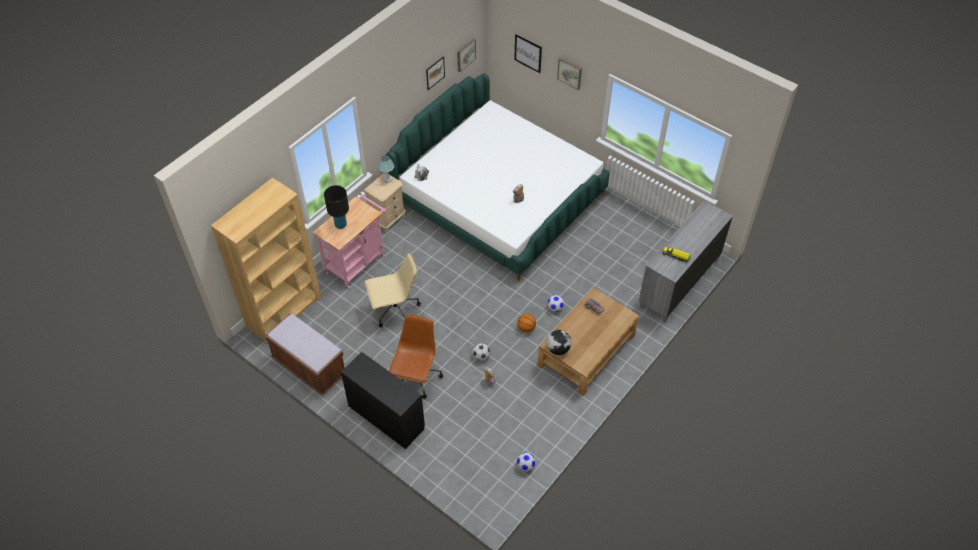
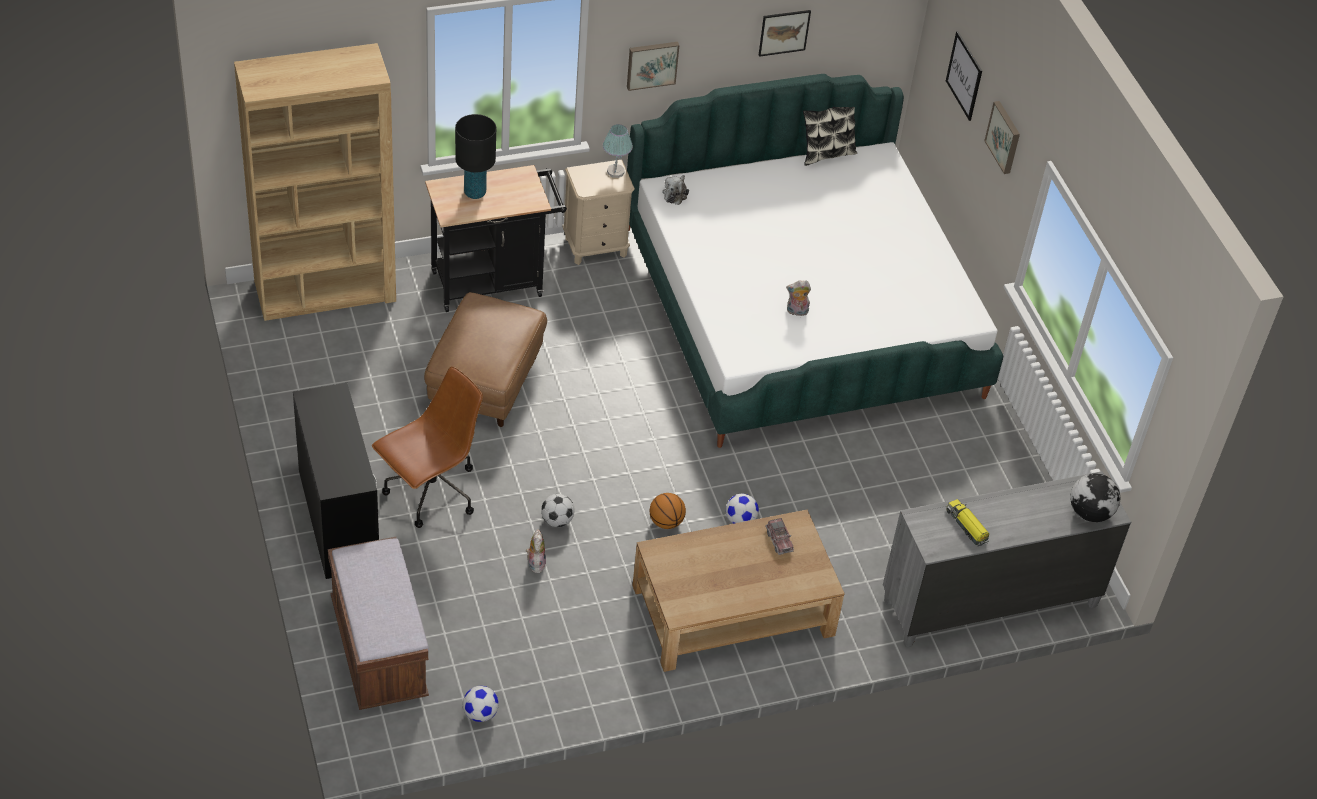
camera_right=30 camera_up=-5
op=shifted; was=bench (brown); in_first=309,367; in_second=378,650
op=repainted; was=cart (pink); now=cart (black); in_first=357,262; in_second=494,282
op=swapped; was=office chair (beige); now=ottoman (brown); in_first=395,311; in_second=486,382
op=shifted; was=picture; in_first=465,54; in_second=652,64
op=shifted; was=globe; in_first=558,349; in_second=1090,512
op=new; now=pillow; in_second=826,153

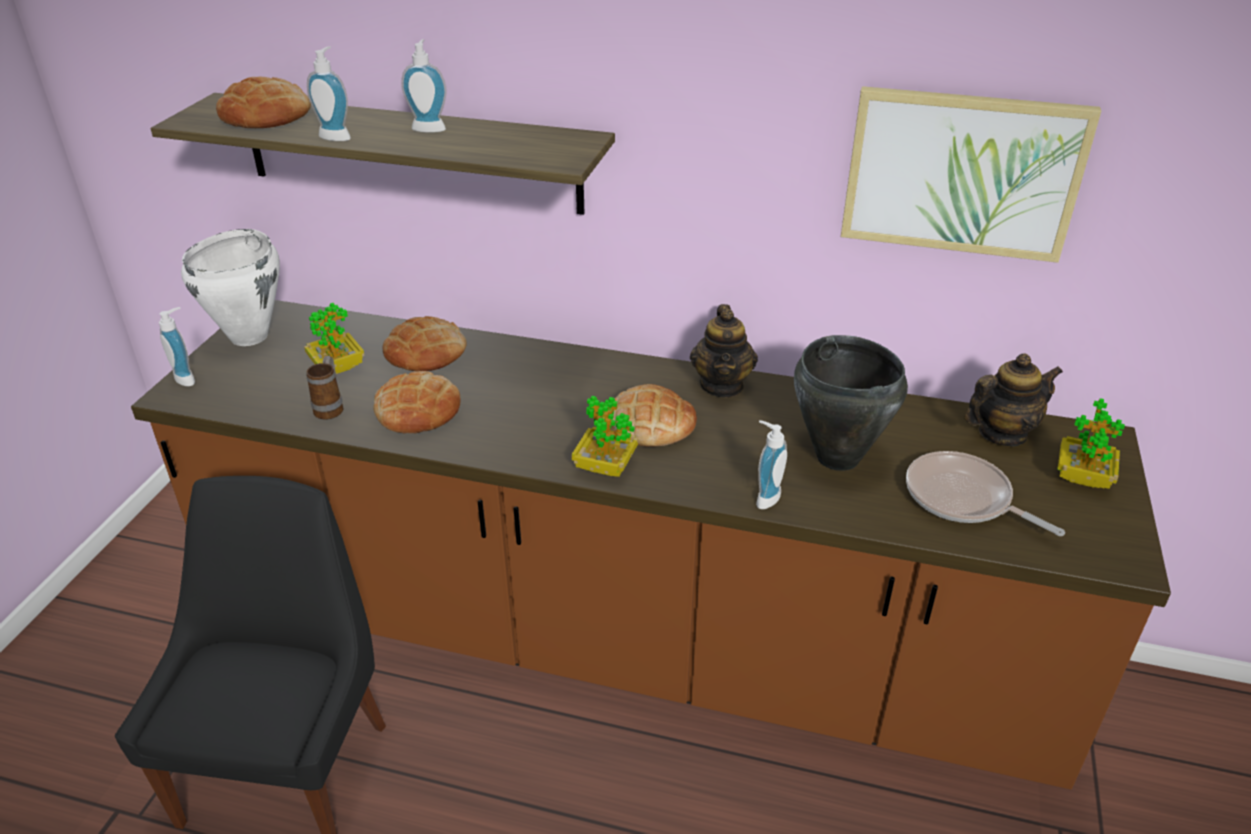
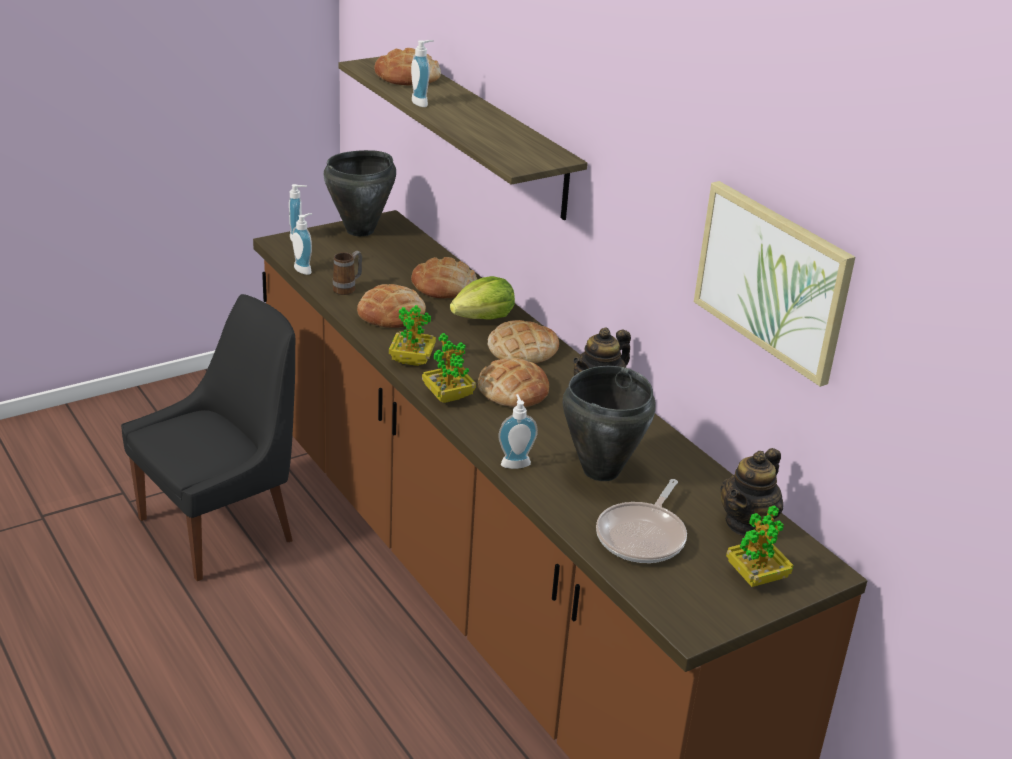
camera_right=40 camera_up=-5
op=repainted; was=cooking pot (white); now=cooking pot (black); in_first=250,336; in_second=361,230
op=shifted; was=potted plant; in_first=337,367; in_second=412,360
op=shifted; was=soap dispenser; in_first=429,128; in_second=305,269
op=rotated; was=frying pan; in_first=963,499; in_second=643,536; clockwise=-150
op=rotated; was=teapot; in_first=1002,433; in_second=747,524; clockwise=105
op=new; now=lettuce; in_second=484,318
op=new; now=bread; in_second=522,349

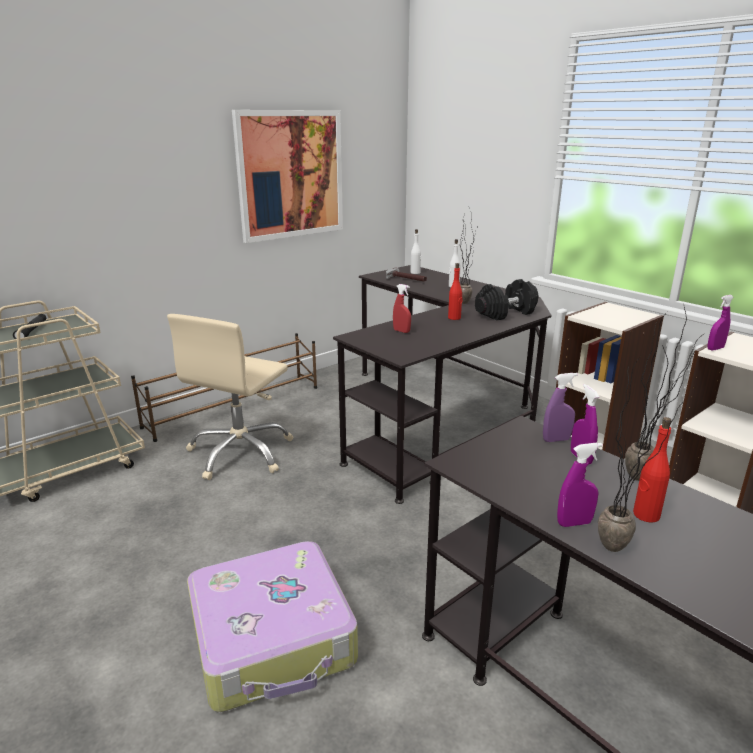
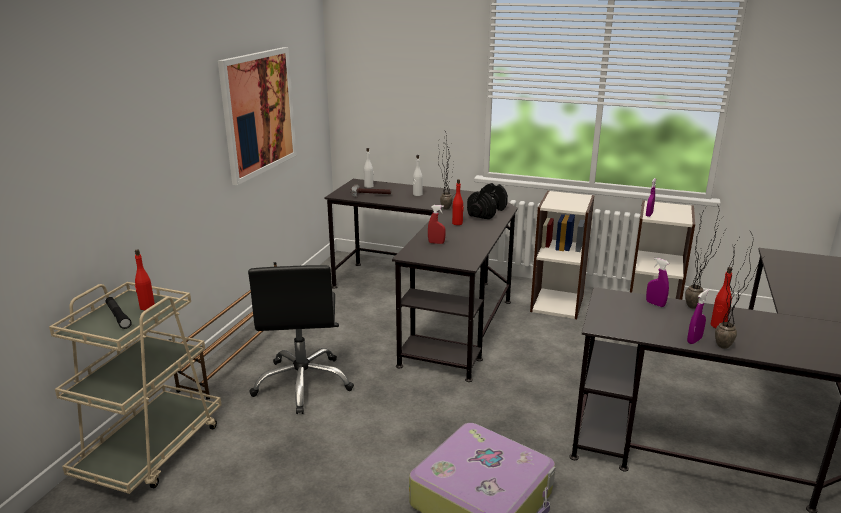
camera_right=-30 camera_up=0
op=repainted; was=office chair (beige); now=office chair (black); in_first=241,453; in_second=303,383
op=gone; was=spray bottle (purple); in_first=556,440
op=new; now=bottle (red); in_second=147,307

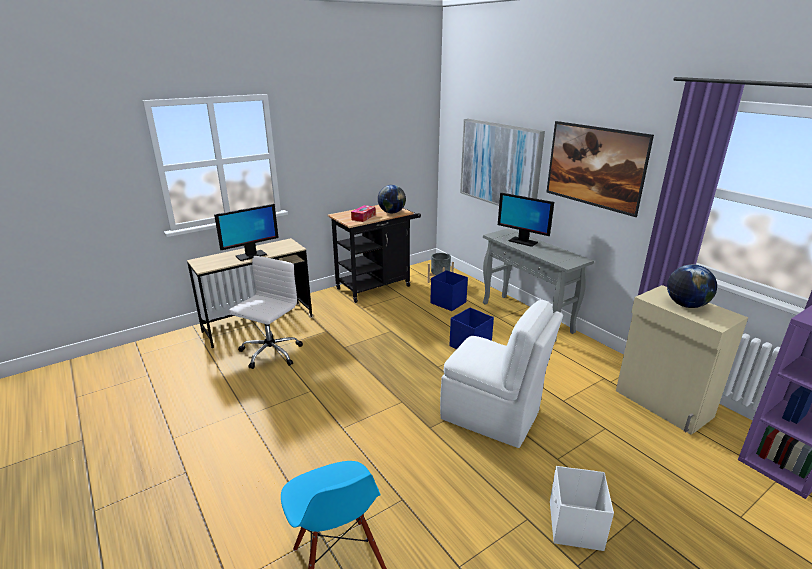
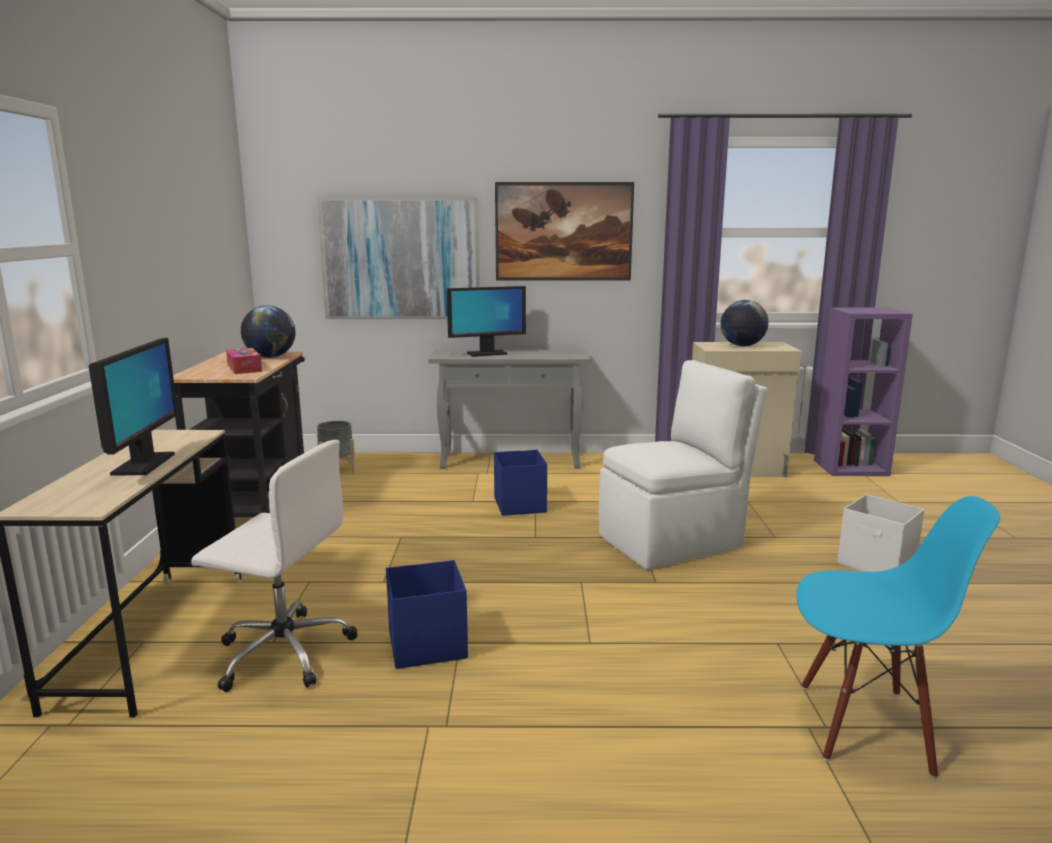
camera_right=-55 camera_up=-10
op=rotated; was=office chair (white); in_first=270,353; in_second=282,652; clockwise=135
op=shifted; was=storage box (blue); in_first=448,302; in_second=426,645

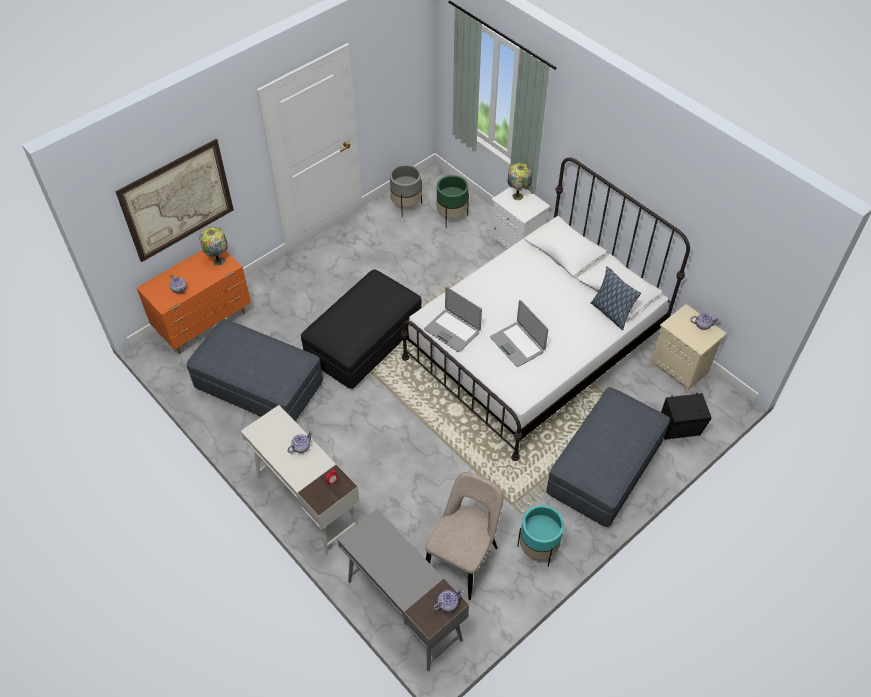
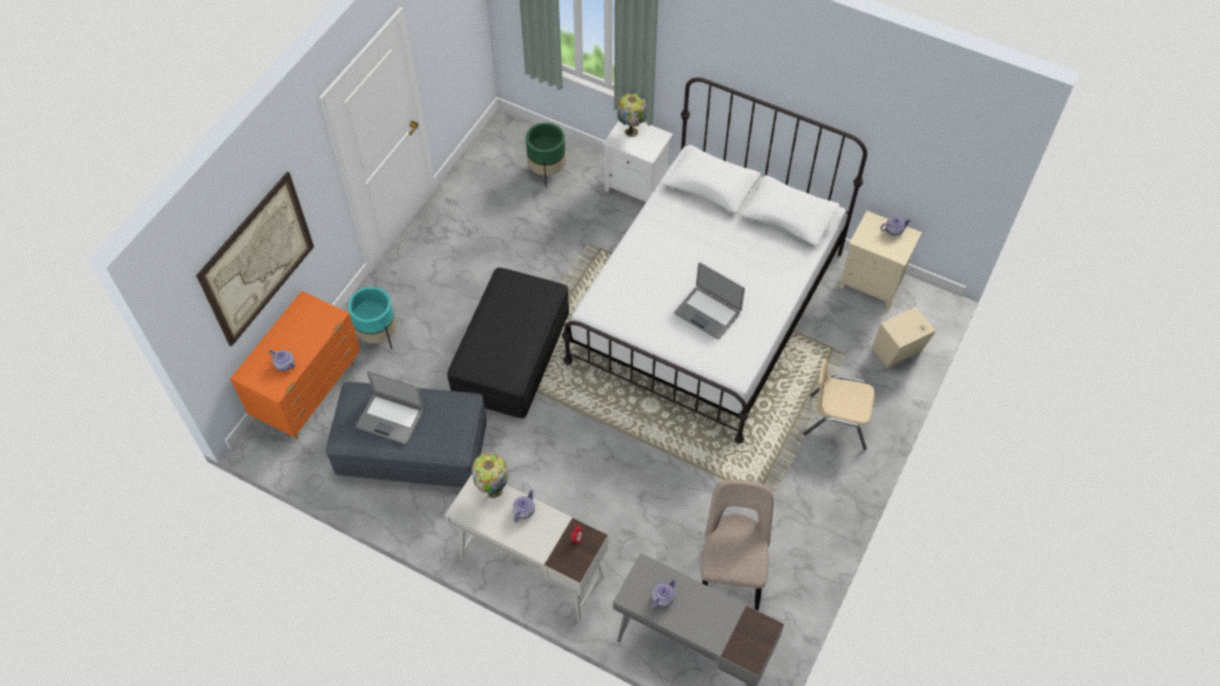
camera_right=-20 camera_up=5
op=shifted; was=table lamp; in_first=218,260; in_second=493,489
op=gone; was=planter (grey); in_first=406,205
op=shifted; was=laptop; in_first=452,330; in_second=390,418
op=shifted; was=teapot; in_first=447,604; in_second=662,598
op=shifted; was=planter (turquoise); in_first=538,548; in_second=378,335
op=swapped; was=ottoman (grey); now=chair (beige); in_first=604,468; in_second=837,420
op=gone; was=pillow; in_first=610,313
op=repainted; was=speaker (black); now=speaker (beige); in_first=680,429; in_second=899,351

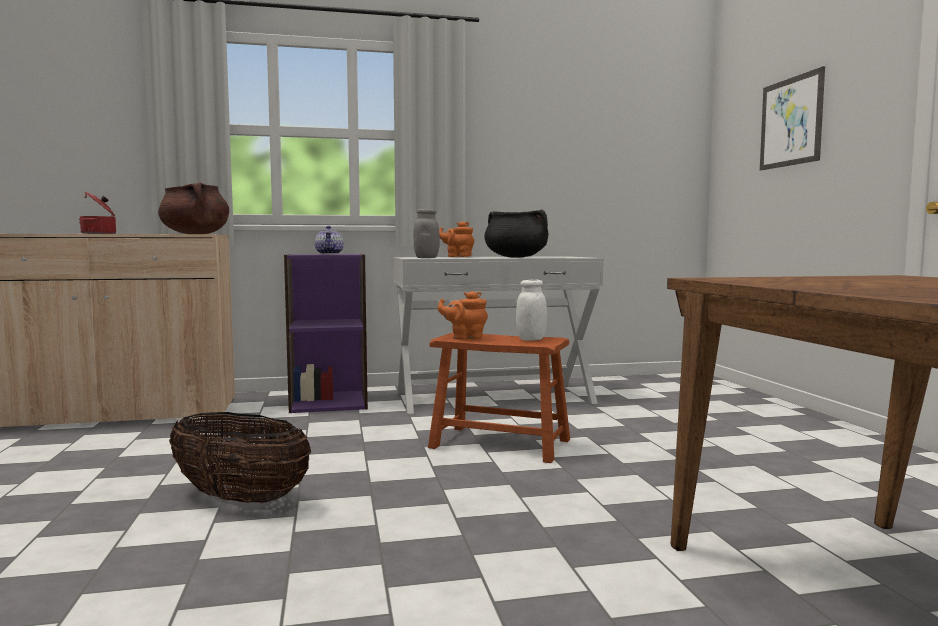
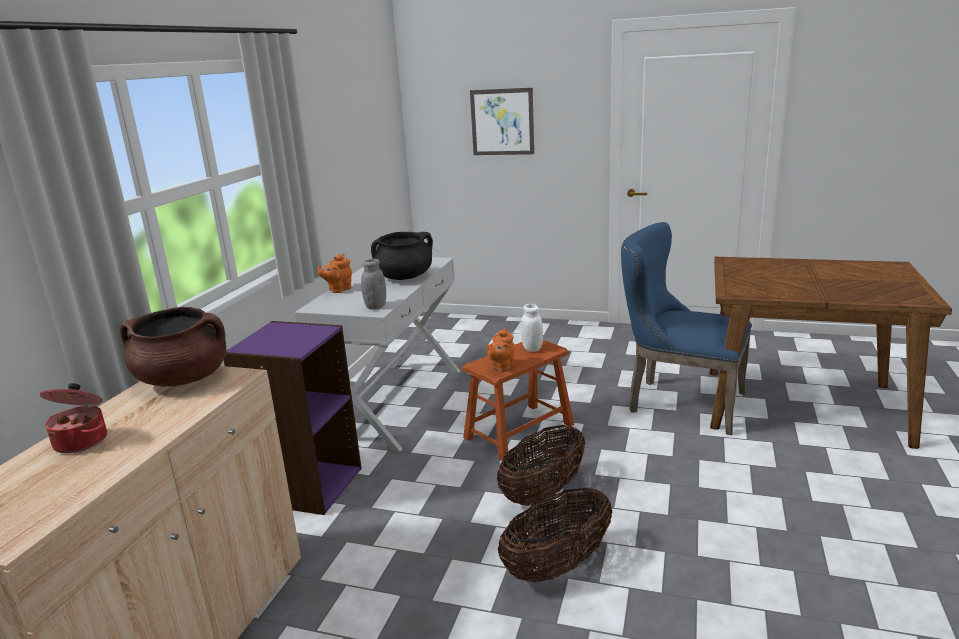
camera_right=-60 camera_up=15
op=gone; was=teapot; in_first=330,254
op=new; now=basket; in_second=543,492
op=new; now=chair (blue); in_second=678,403

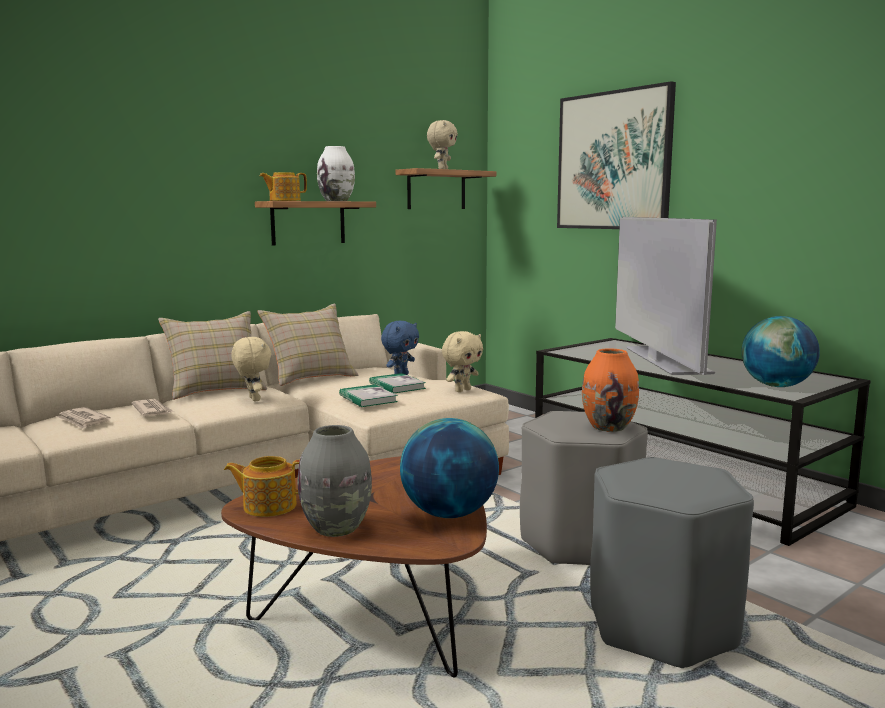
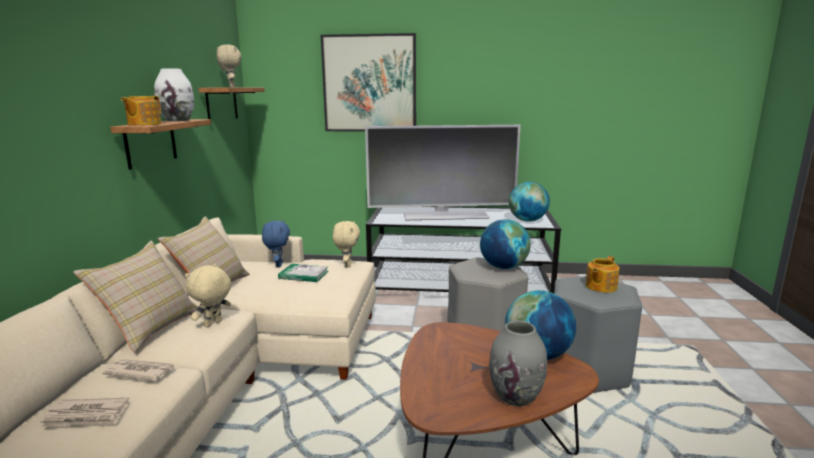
camera_right=-45 camera_up=5
op=shifted; was=teapot; in_first=268,506; in_second=600,287
op=rotated; was=plush toy (beige); in_first=253,399; in_second=213,324; clockwise=-75
op=gone; was=book; in_first=368,398
op=swapped; was=vase (orange); now=globe; in_first=609,427; in_second=503,267
op=rotated; was=television; in_first=664,360; in_second=445,215; clockwise=135

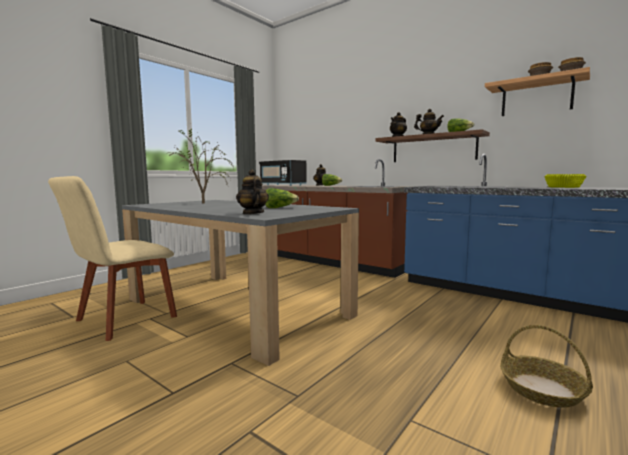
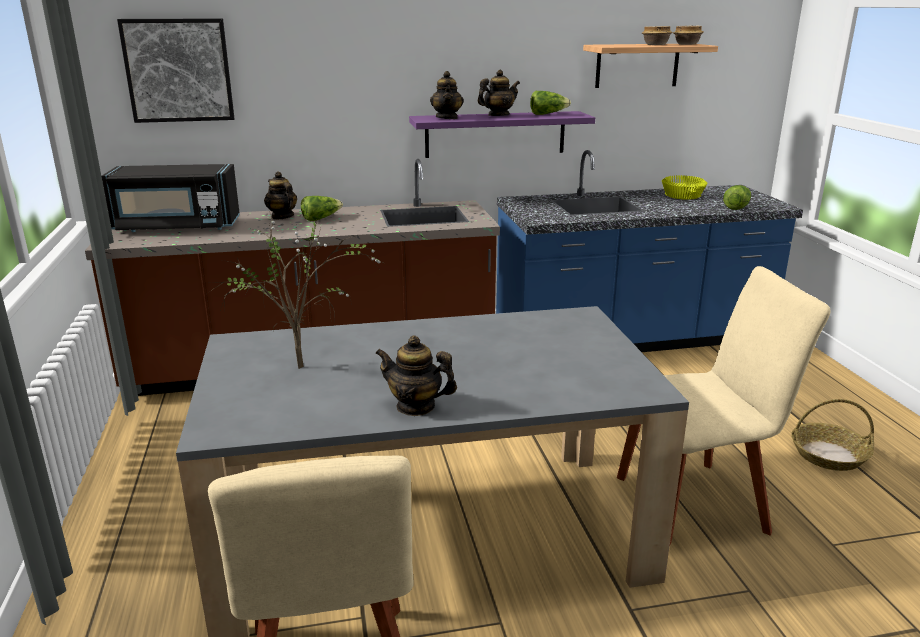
camera_right=-50 camera_up=15
op=shifted; was=teapot; in_first=252,213; in_second=416,406
op=shifted; was=lettuce; in_first=279,208; in_second=736,207
op=repainted; was=shelf (brown); now=shelf (purple); in_first=433,148; in_second=495,134
op=new; now=picture; in_second=178,70
op=new; now=chair (beige); in_second=697,502

